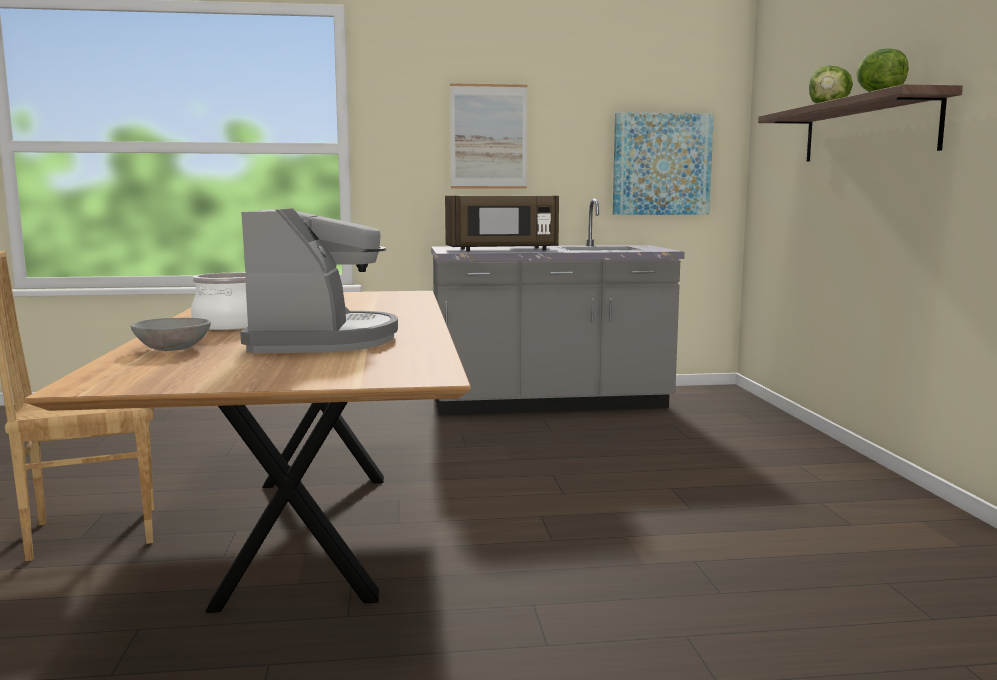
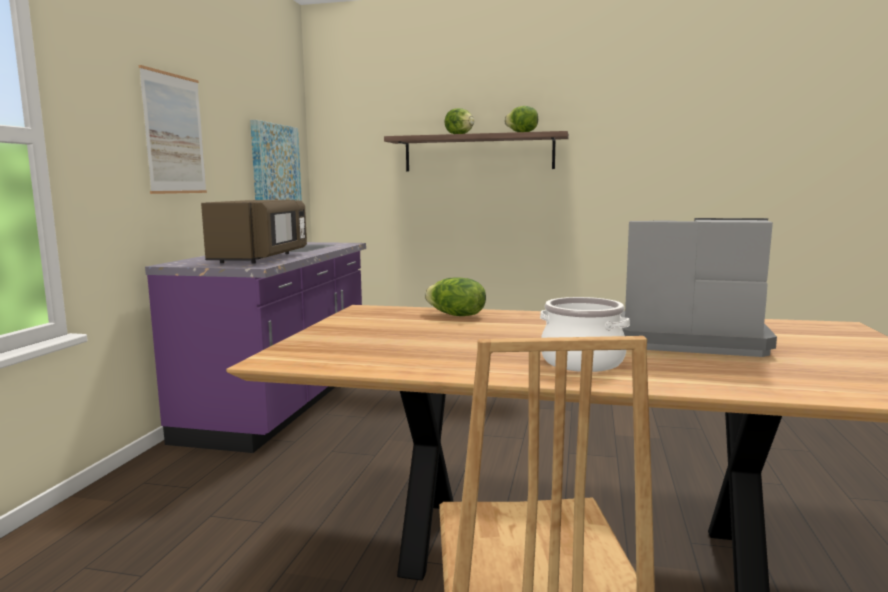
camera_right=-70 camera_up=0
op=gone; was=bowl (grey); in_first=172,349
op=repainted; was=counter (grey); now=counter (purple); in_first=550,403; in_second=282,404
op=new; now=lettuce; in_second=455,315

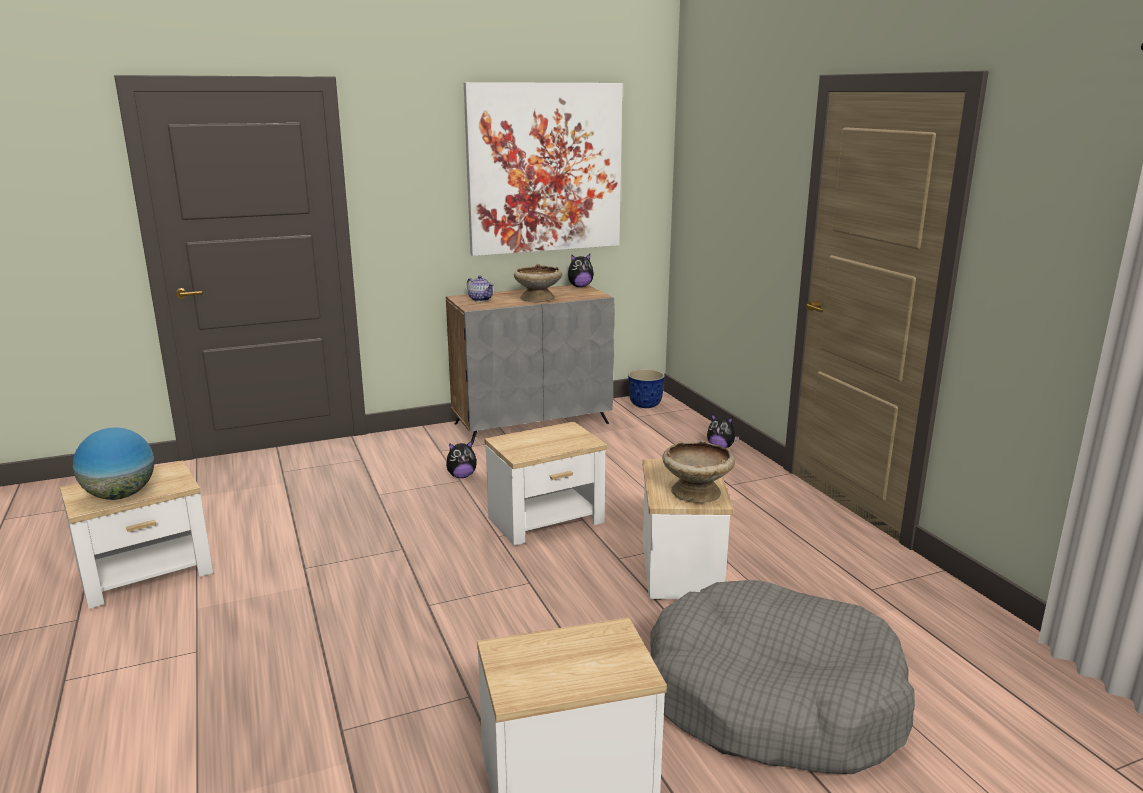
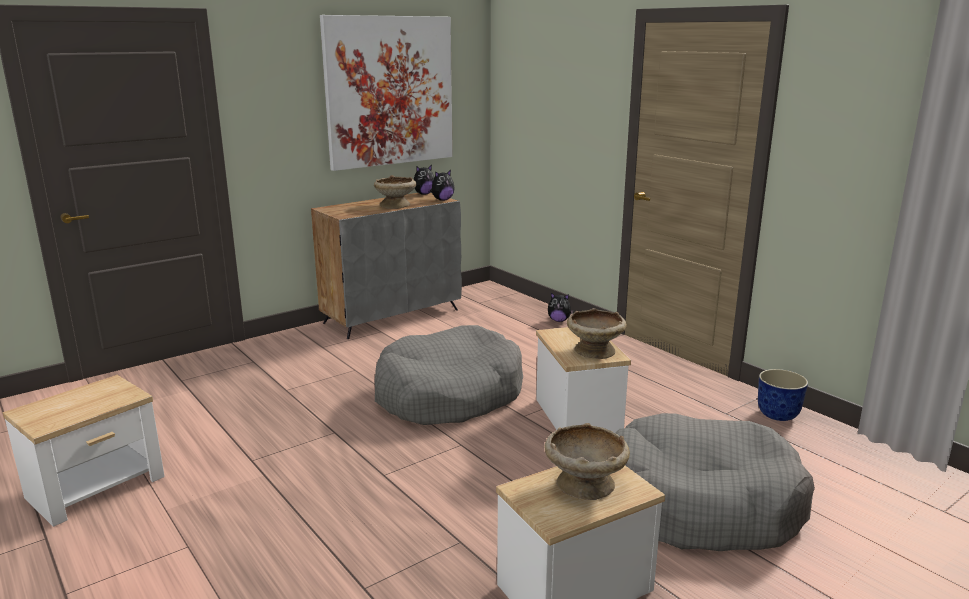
camera_right=-15 camera_up=0
op=gone; was=globe; in_first=120,495
op=shifted; was=plush toy; in_first=461,476; in_second=442,200
op=gone; was=teapot; in_first=480,299
op=swapped; was=side table; now=dog bed (grey); in_first=546,521; in_second=448,394
op=shifted; was=planter; in_first=646,405; in_second=778,415
op=new; now=bowl (beige); in_second=584,485

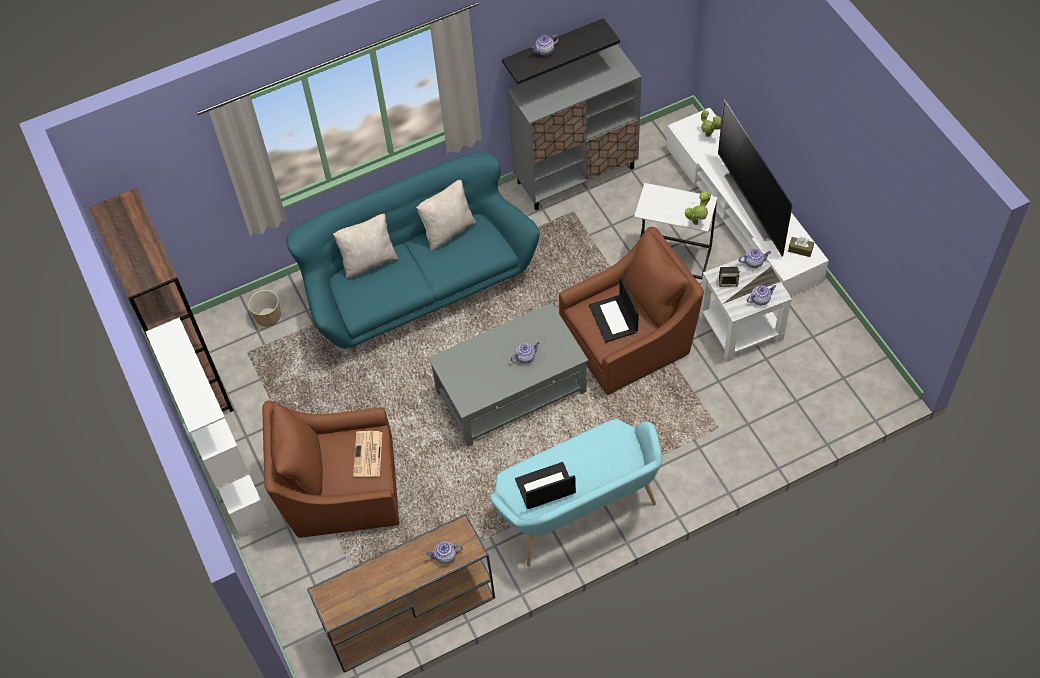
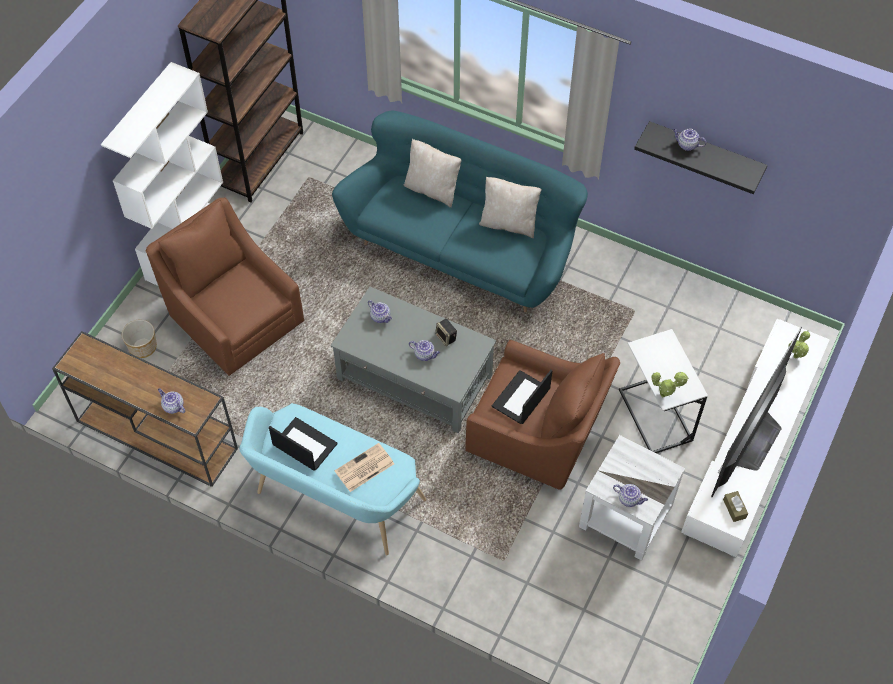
camera_right=50 camera_up=0
op=shifted; was=planter; in_first=268,315; in_second=143,347
op=shifted; was=newspaper; in_first=368,455; in_second=364,468
op=gone; was=cabinet (grey); in_first=576,175
op=shifted; was=speaker; in_first=728,282; in_second=446,337
op=shifted; was=teapot; in_first=754,262; in_second=381,317

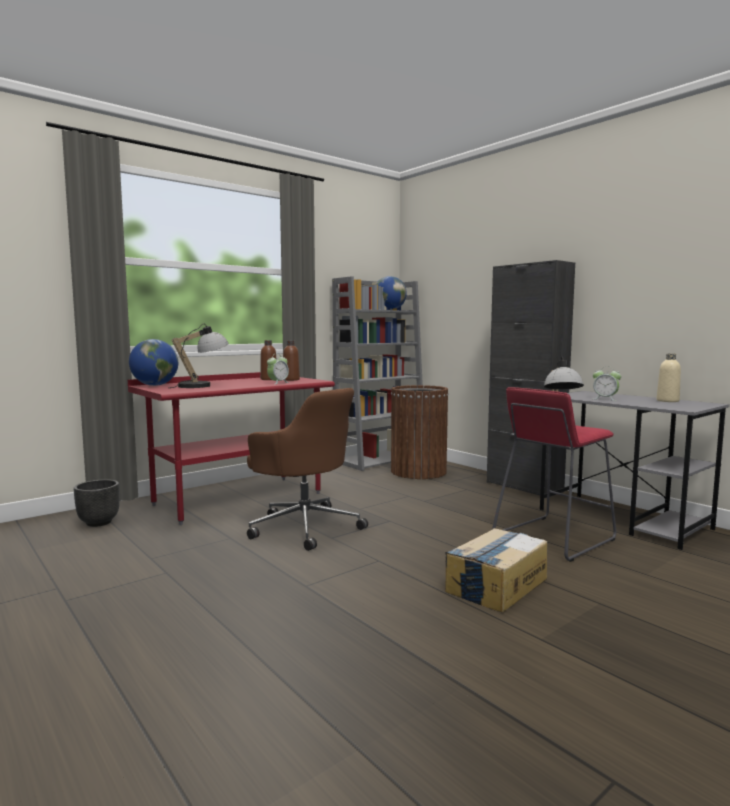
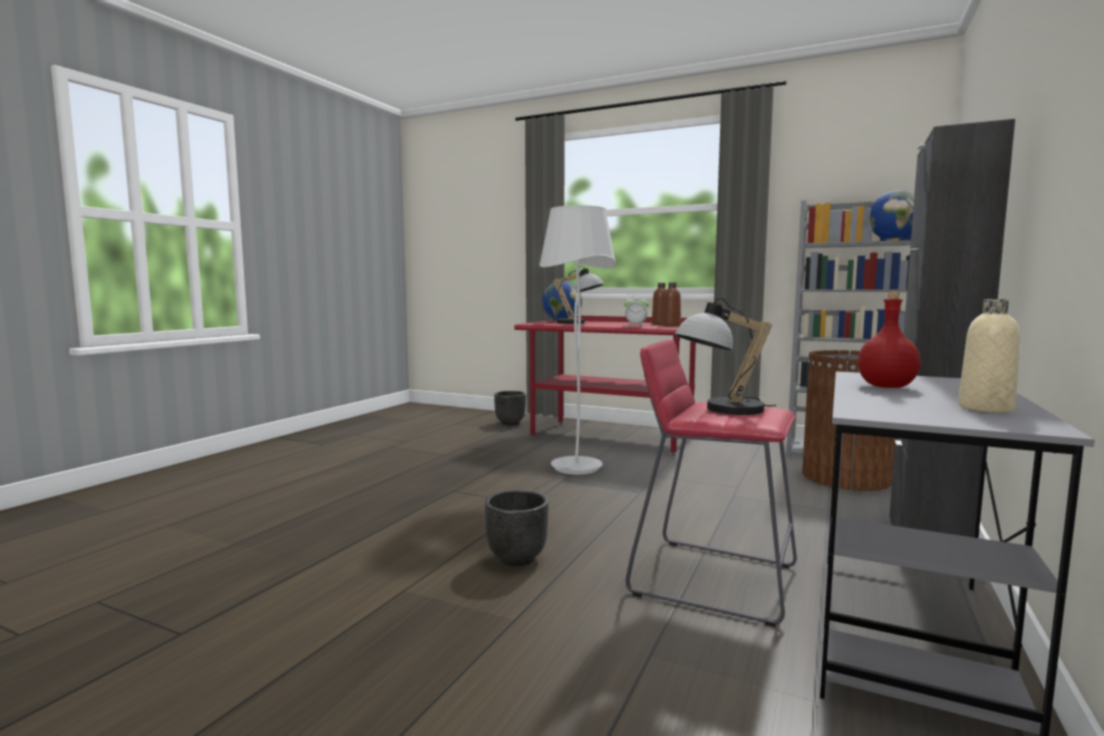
camera_right=65 camera_up=0
op=swapped; was=office chair (brown); now=floor lamp (white); in_first=304,526; in_second=576,468
op=swapped; was=cardboard box; now=planter (black); in_first=496,585; in_second=516,558
op=swapped; was=alarm clock; now=bottle (red); in_first=605,399; in_second=887,387

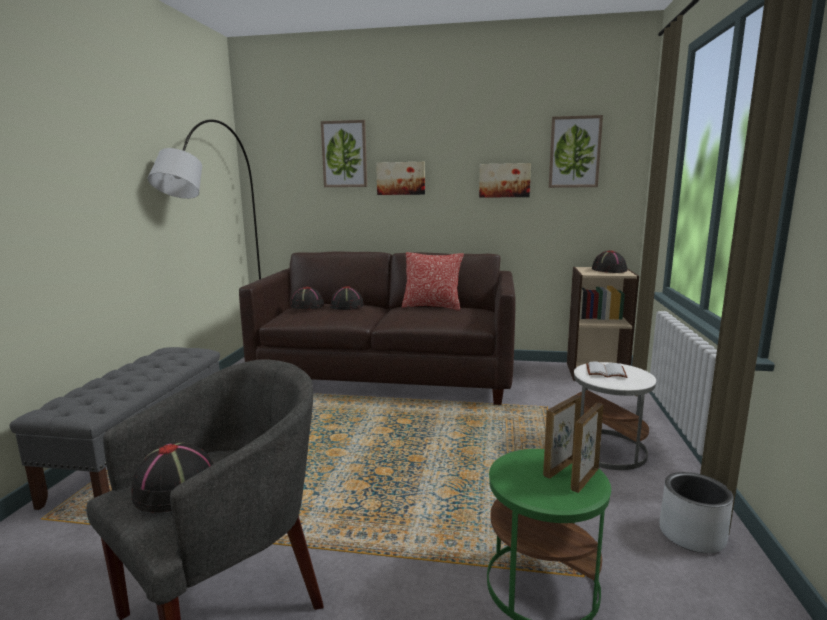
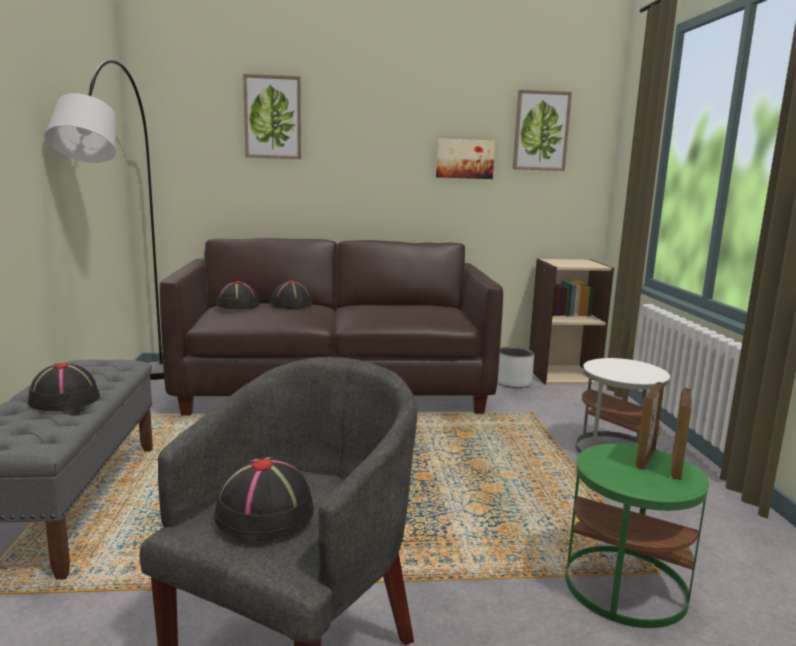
camera_right=-15 camera_up=0
op=gone; was=picture; in_first=401,178
op=gone; was=pillow; in_first=432,307
op=gone; was=book (white); in_first=606,371
op=shifted; was=hat (black); in_first=608,270; in_second=65,399
op=shifted; was=planter (grey); in_first=692,535; in_second=513,382

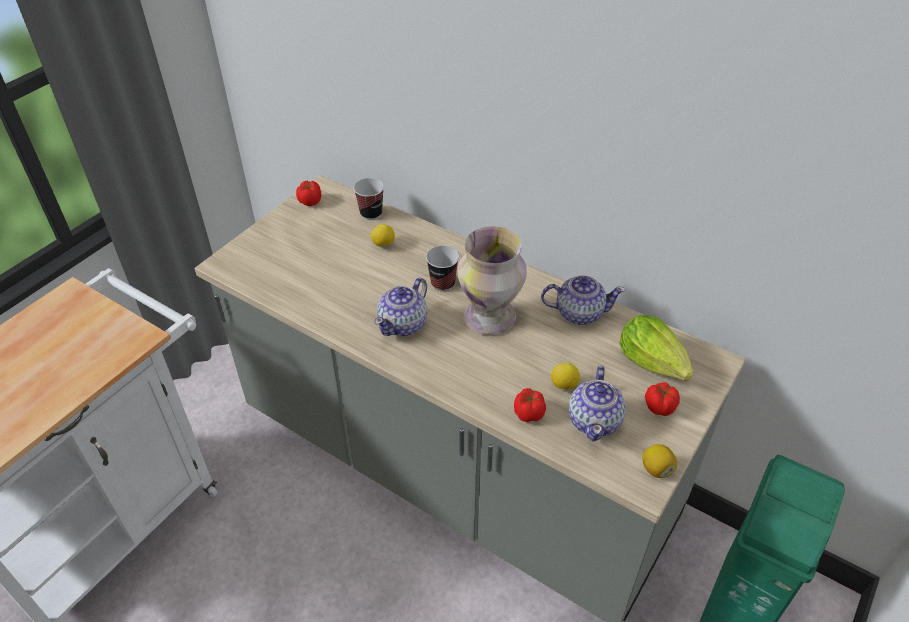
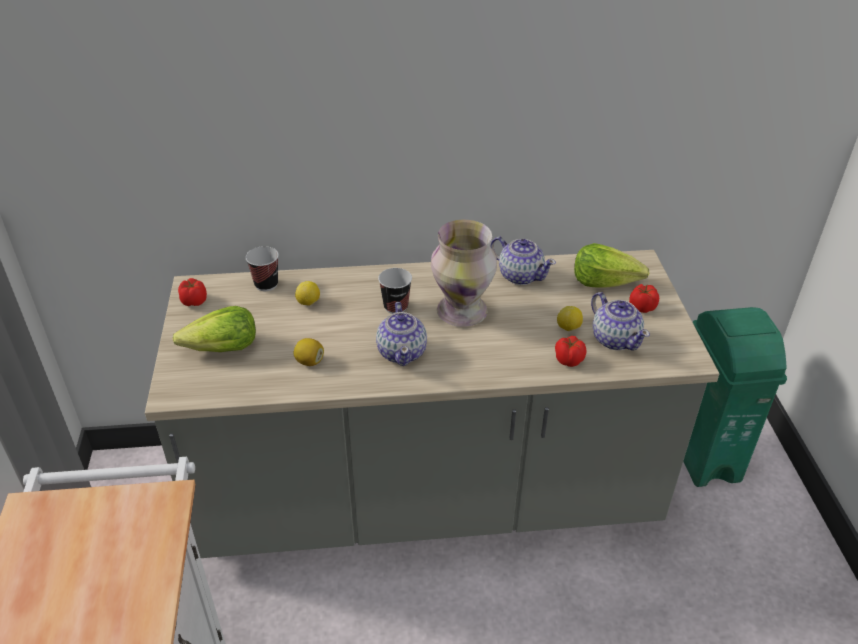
camera_right=-40 camera_up=-5
op=rotated; was=teapot; in_first=578,313; in_second=520,275; clockwise=75
op=shifted; was=lemon; in_first=656,469; in_second=309,361
op=new; now=lettuce; in_second=222,349

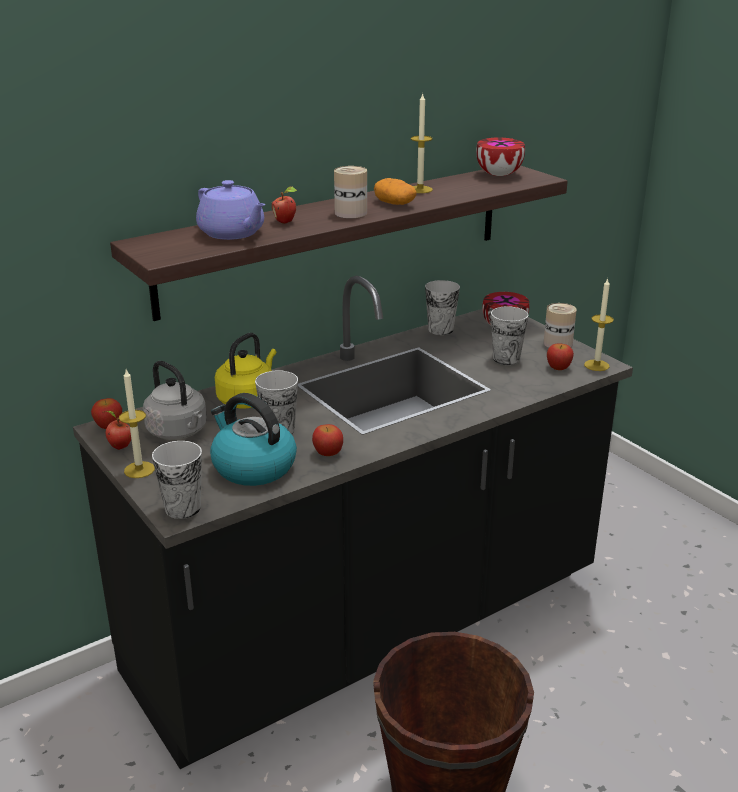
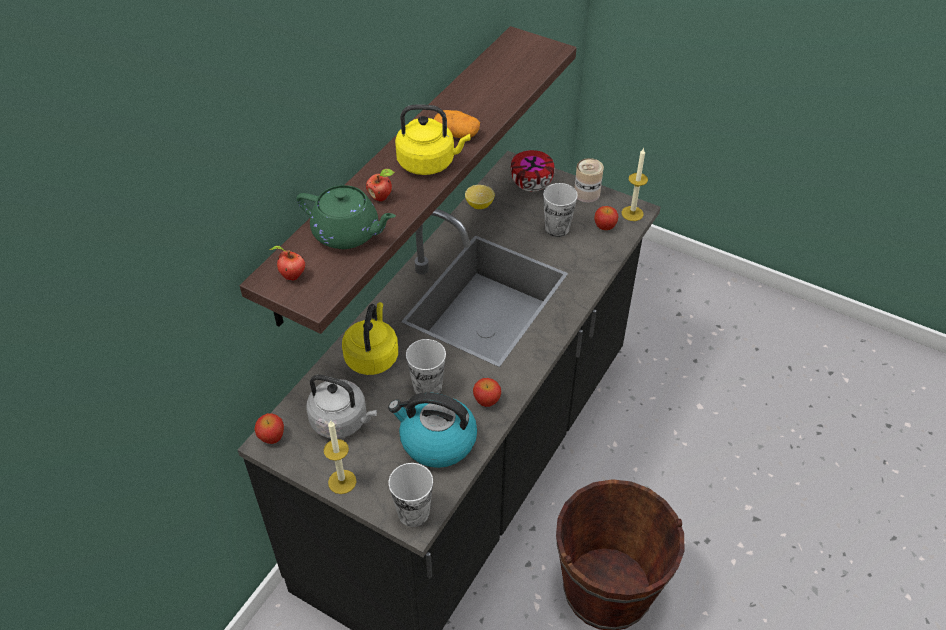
camera_right=-25 camera_up=20
op=shifted; was=apple; in_first=119,447; in_second=291,276
op=repainted; was=teapot (purple); now=teapot (green); in_first=232,233; in_second=347,233
op=swapped; was=can; now=kettle (yellow); in_first=351,213; in_second=429,163
op=gone; was=candle; in_first=420,189
op=swapped; was=cup; now=lemon; in_first=440,330; in_second=479,204
op=gone; was=bowl; in_first=498,175

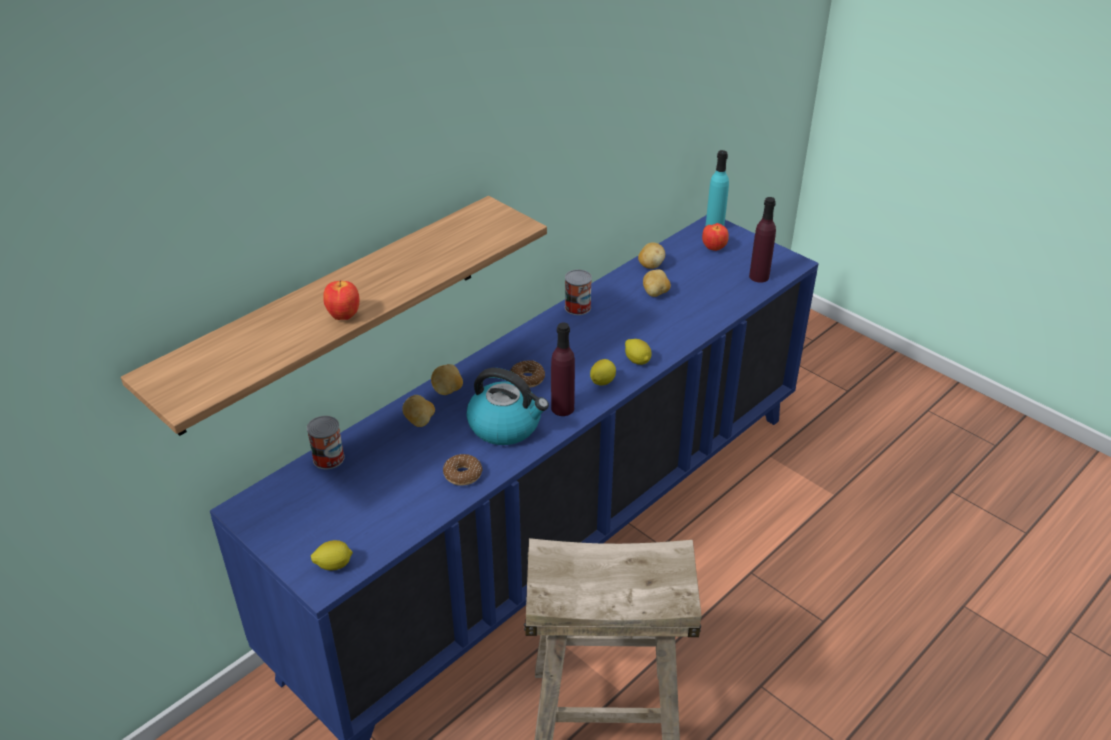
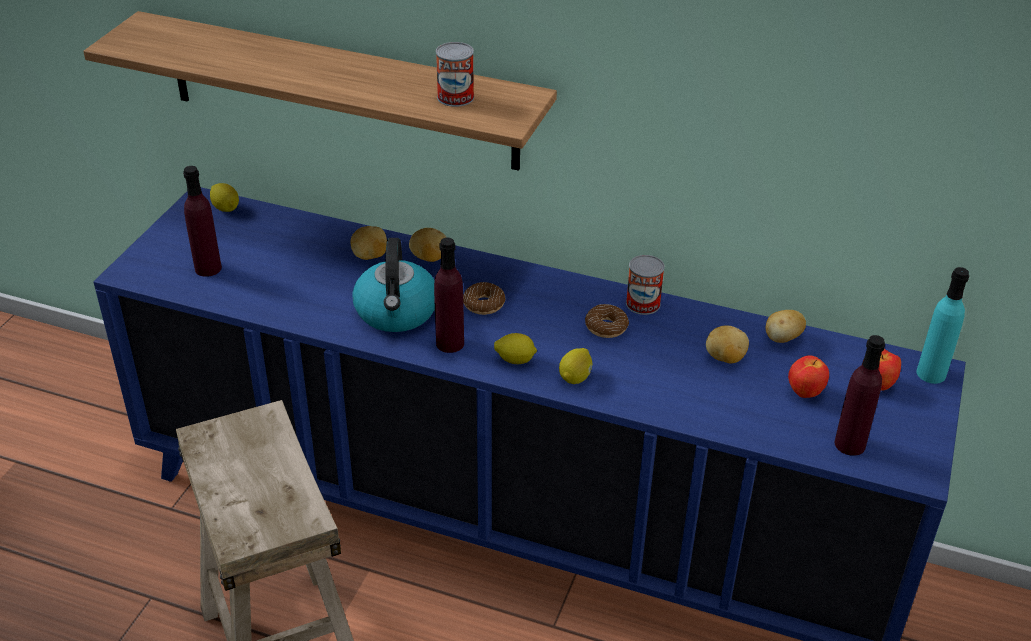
camera_right=65 camera_up=0
op=shifted; was=can; in_first=328,458; in_second=455,97
op=shifted; was=lemon; in_first=334,565; in_second=226,208
op=shifted; was=apple; in_first=343,316; in_second=804,392
op=shifted; was=donut; in_first=462,474; in_second=606,327
op=new; now=bottle (purple); in_second=208,268

